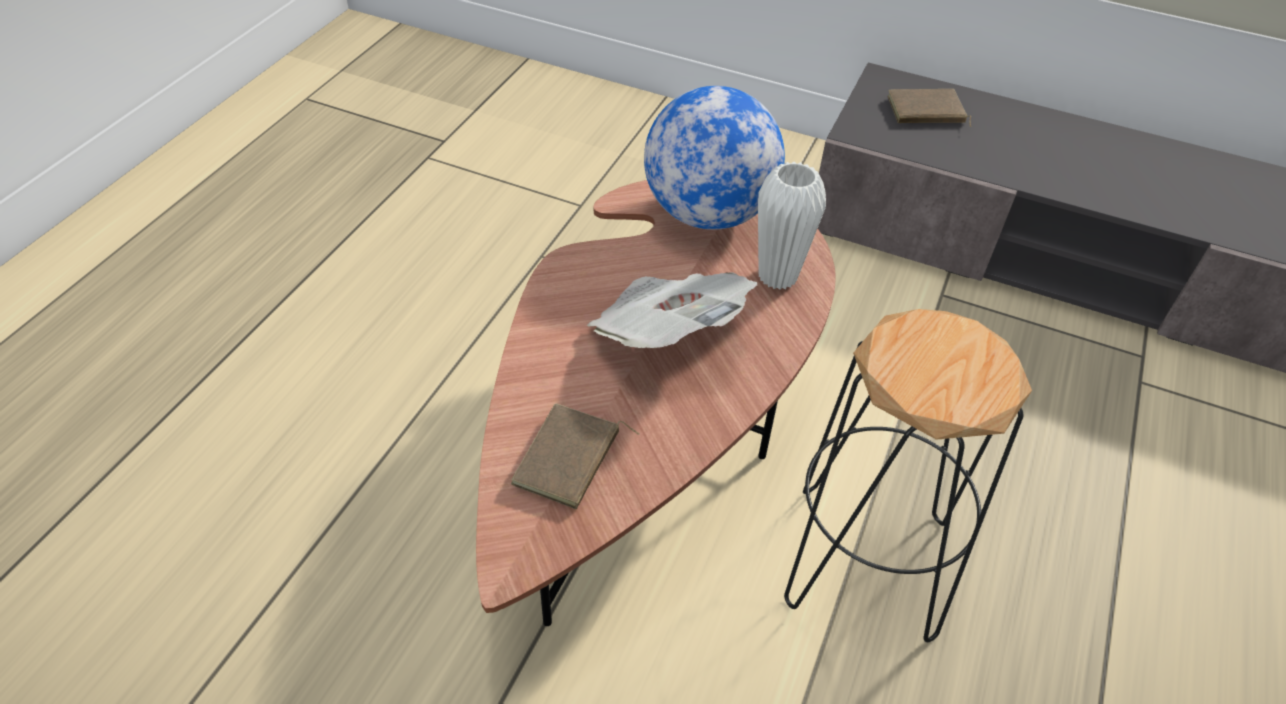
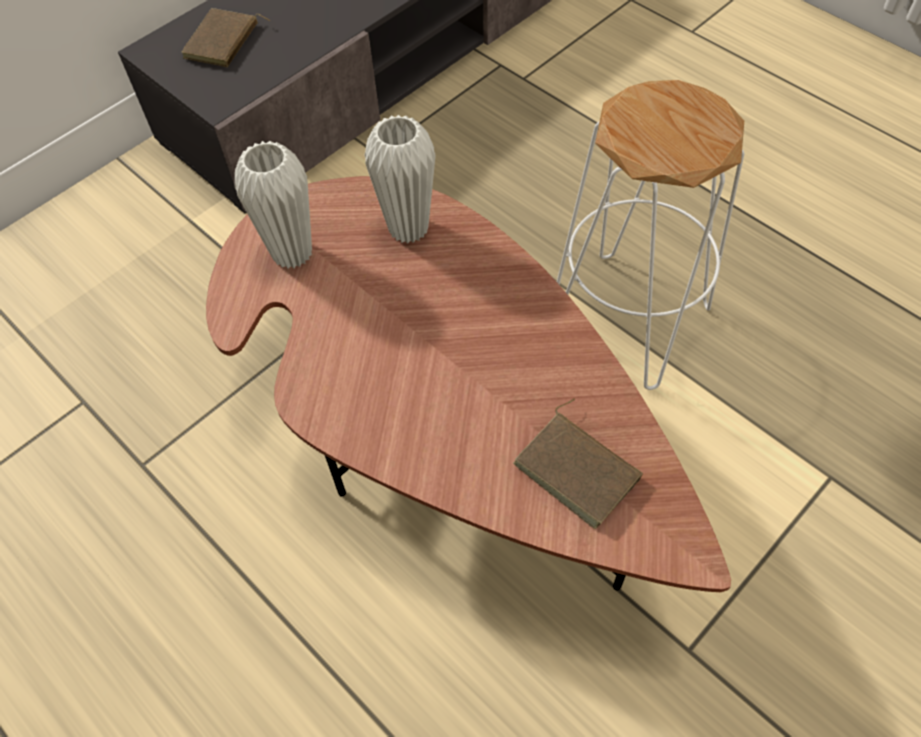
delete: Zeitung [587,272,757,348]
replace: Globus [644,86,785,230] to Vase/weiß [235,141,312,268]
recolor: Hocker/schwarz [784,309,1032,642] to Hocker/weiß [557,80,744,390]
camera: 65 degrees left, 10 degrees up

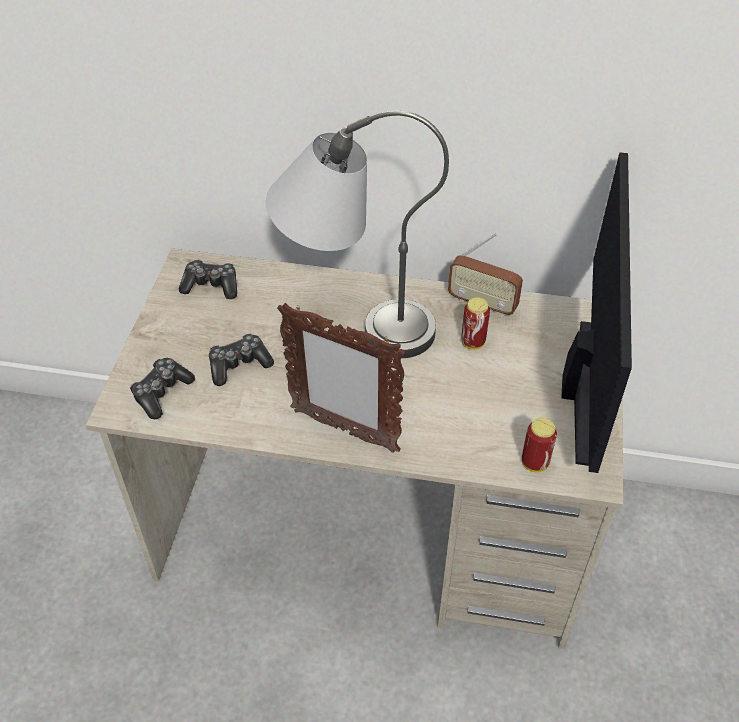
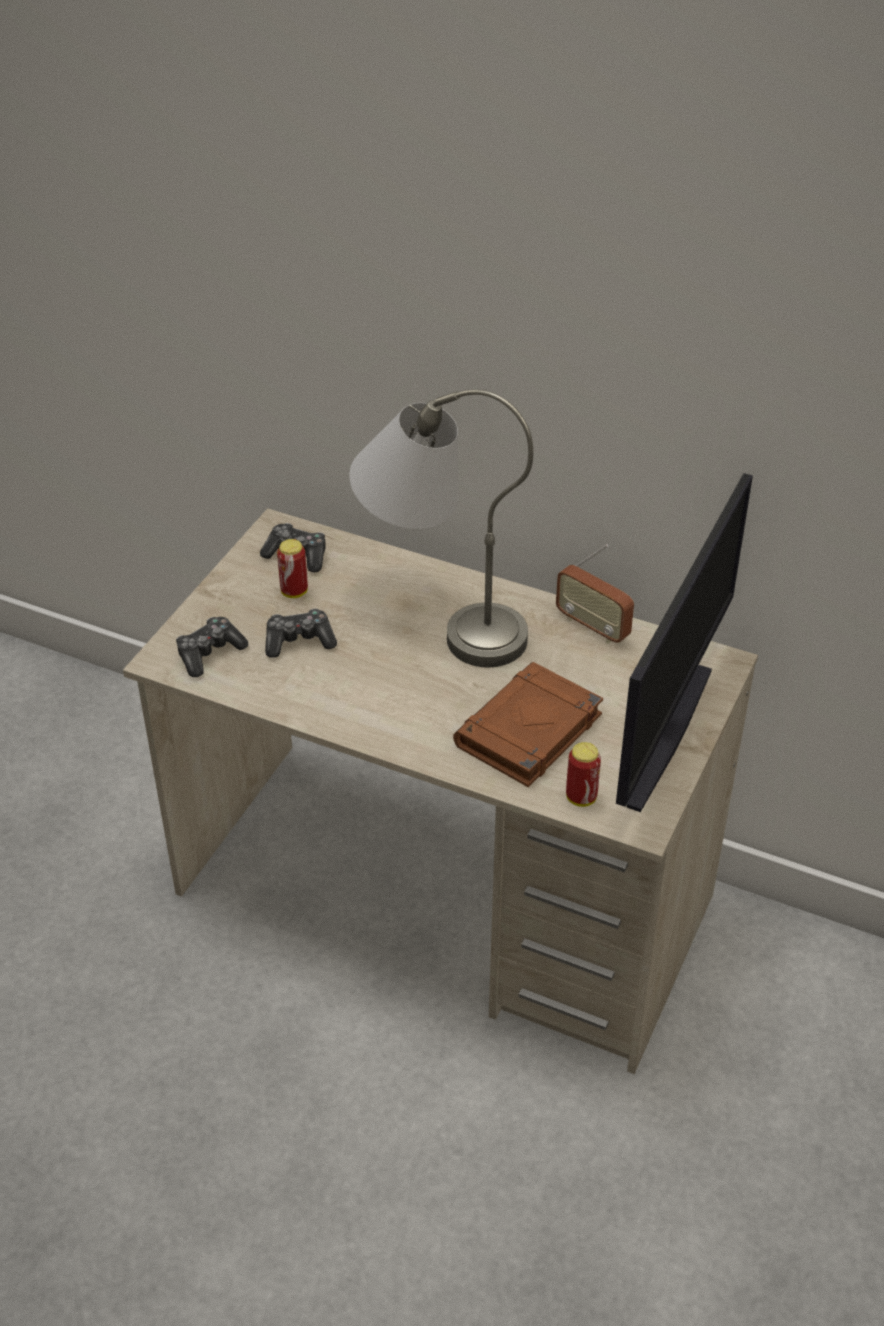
delete: Bilderrahmen [277,303,406,453]
insert: Buch/braun [453,662,603,787]
move: Dose [461,297,490,350] to [277,539,308,598]
camera: 15 degrees right, 5 degrees down

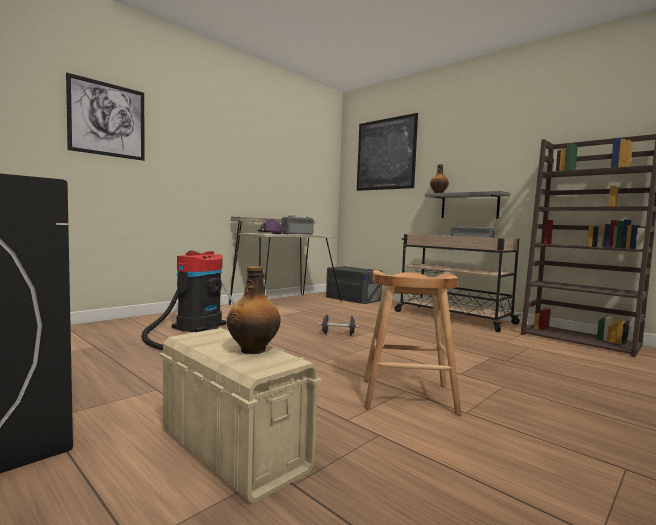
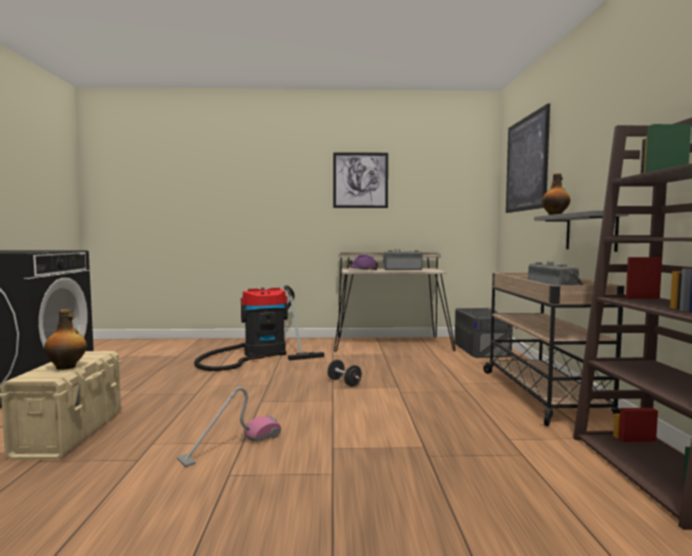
move: Bild [66,72,145,161] to [333,152,388,208]
replace: Hocker/braun [364,270,461,415] to Staubsauger [177,387,281,467]
camera: 45 degrees right, 0 degrees up

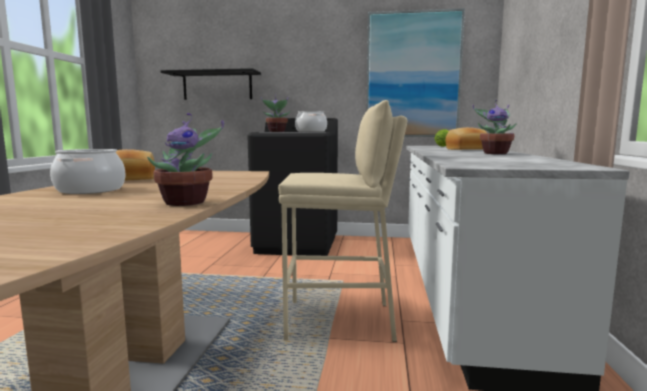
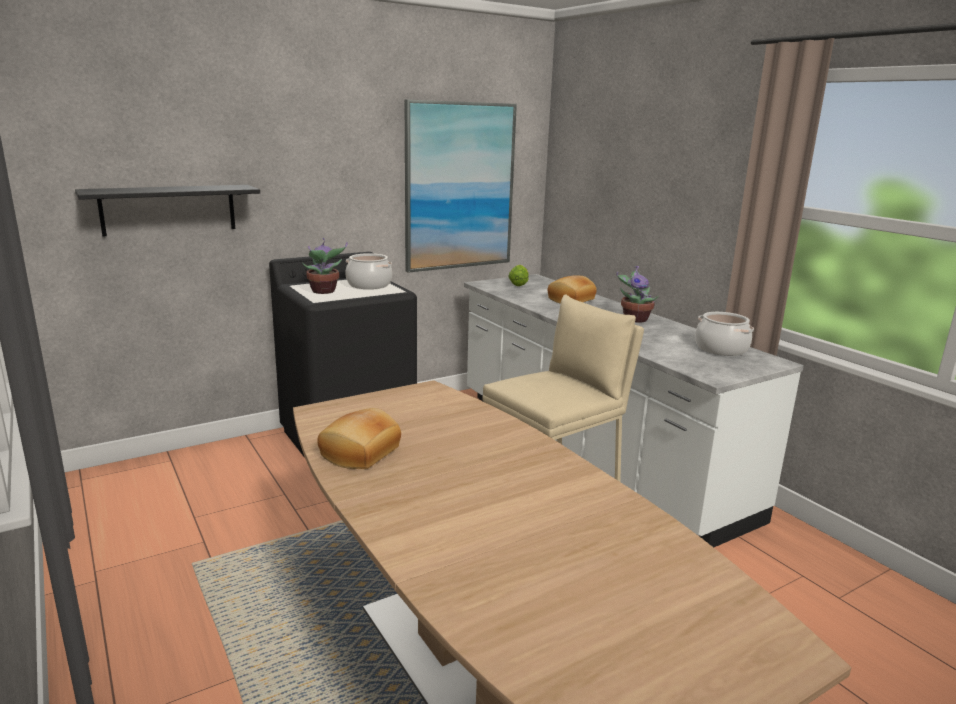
delete: Topfpflanze [147,113,224,206]
move: Kochtopf [50,149,125,194] to [695,312,754,356]
camera: 40 degrees left, 10 degrees up

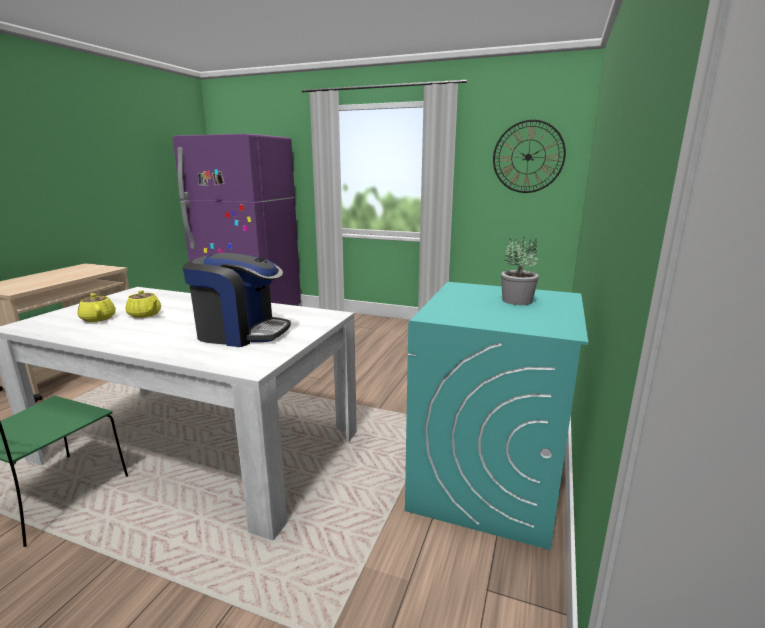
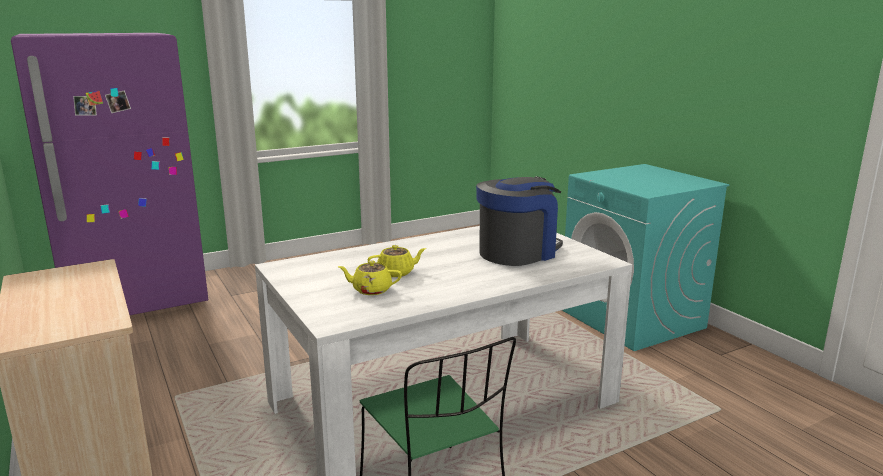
delete: Wanduhr [493,120,566,193]; Topfpflanze [501,236,539,305]
camera: 50 degrees left, 0 degrees up

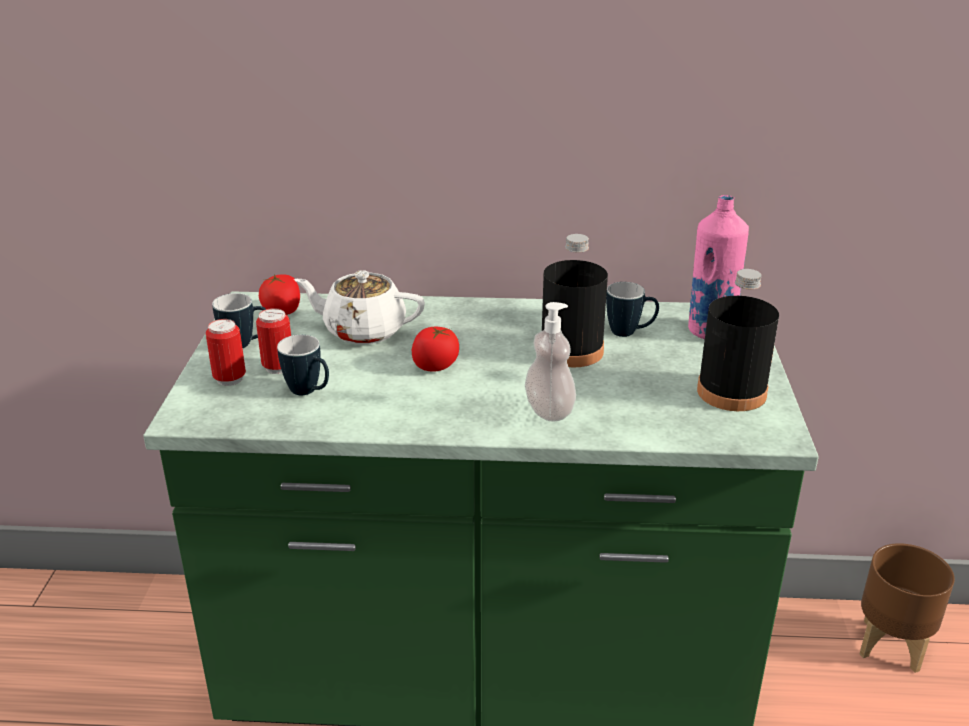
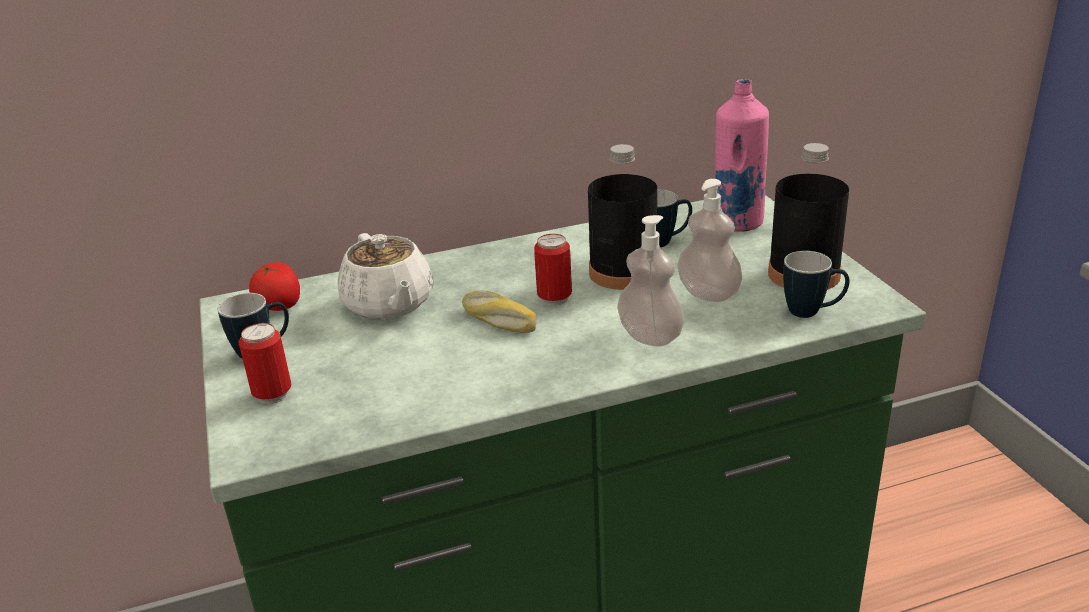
delete: Pflanzkübel/braun [859,543,955,673]
insert: Seifenspender [677,179,742,302]
move: Dose [256,308,291,374] to [534,234,572,306]; Henkelbecher [277,335,329,395] to [783,251,850,318]
replace: Tomate [412,327,459,372] to Brot [462,290,536,333]
rotate: Teekanne/weiß [294,270,425,344] = [338,233,434,320] 105 degrees counterclockwise
camera: 20 degrees left, 0 degrees up

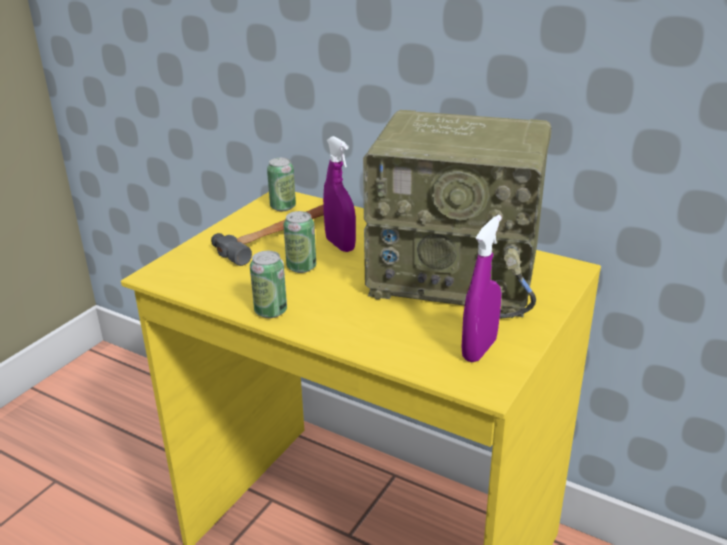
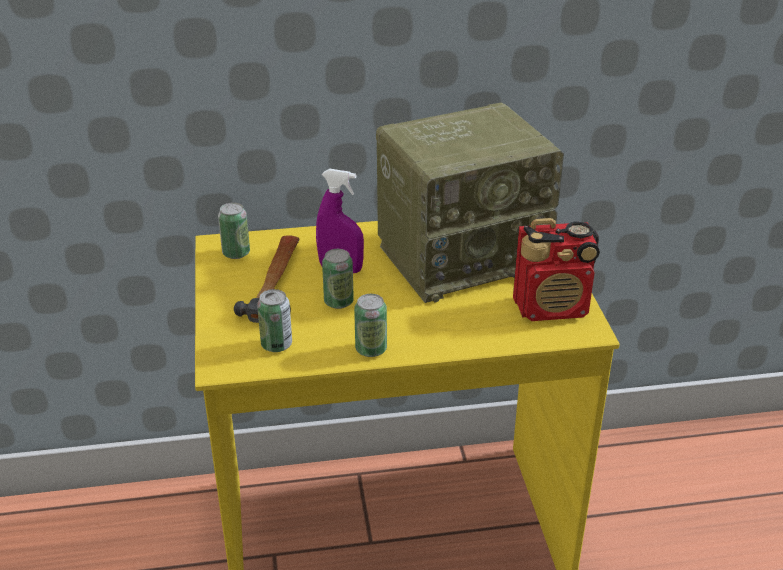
insert: Dose [257,289,292,352]
replace: Sprühflasche/lila [461,215,502,362] to Radio [513,218,600,321]
camera: 40 degrees left, 5 degrees up

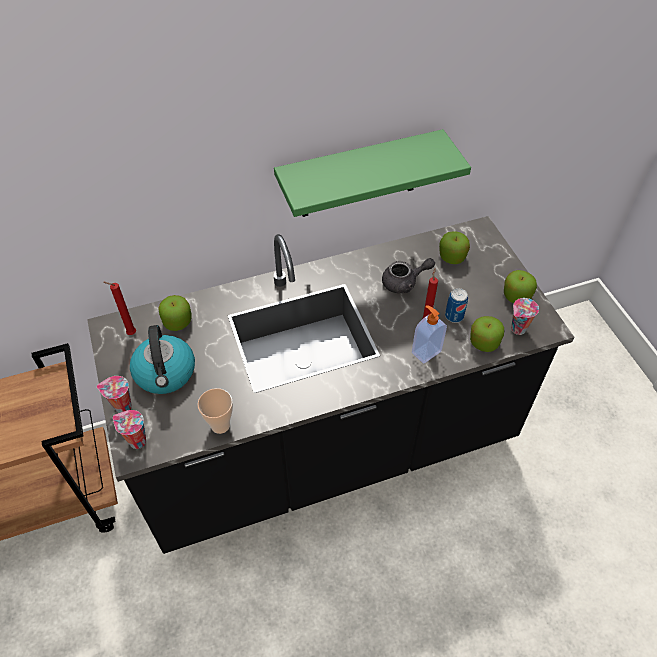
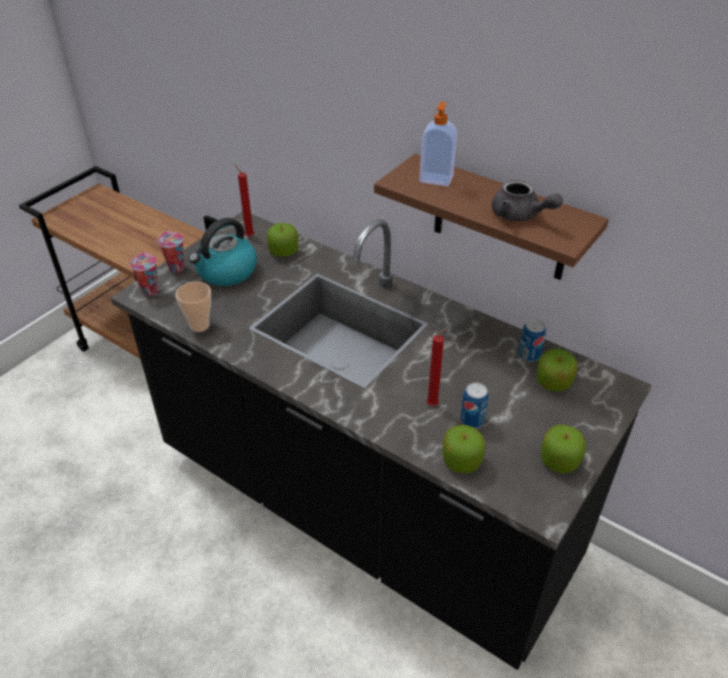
delete: Tasse [511,298,539,335]
insert: Dose [518,319,546,362]
move: Teekanne/grau [382,258,435,293] to [492,179,563,221]; Seifenspender [412,305,447,364] to [419,102,457,186]
recolor: Wandregal/grün [274,129,471,217] to Wandregal/braun [374,154,609,280]
camera: 55 degrees right, 10 degrees down

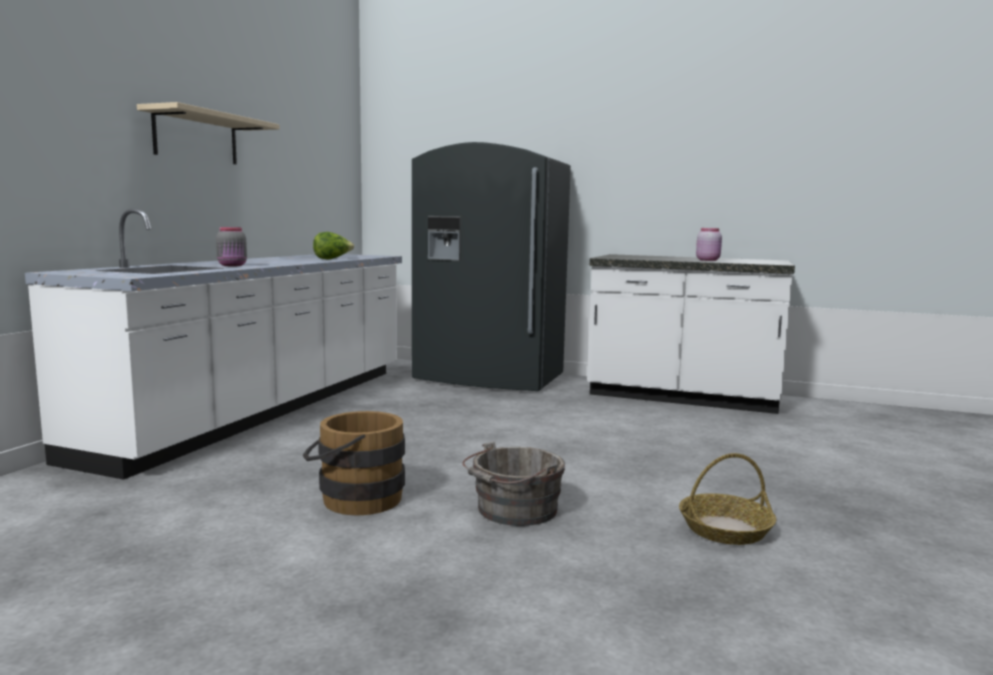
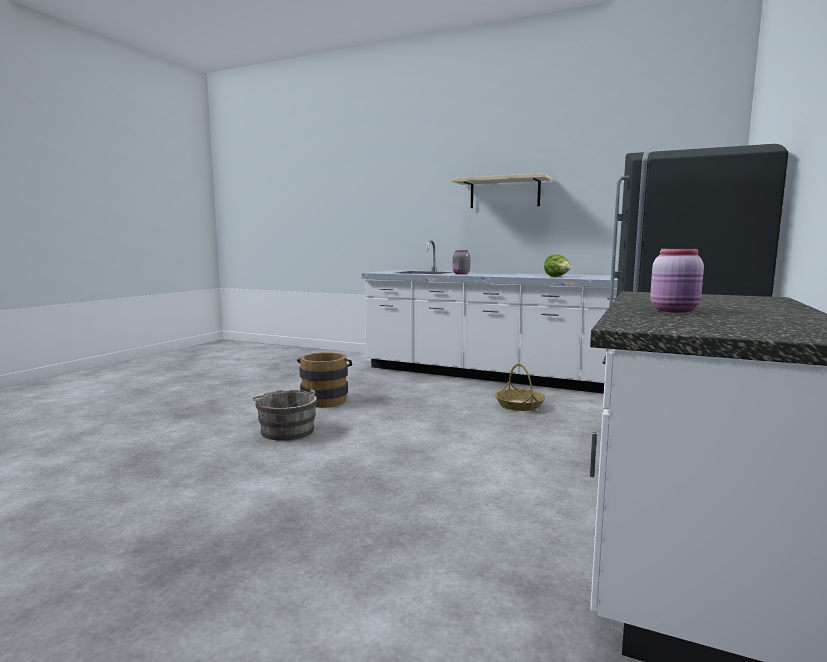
move: Korb [679,453,776,545] to [495,364,545,411]
camera: 95 degrees right, 0 degrees up

